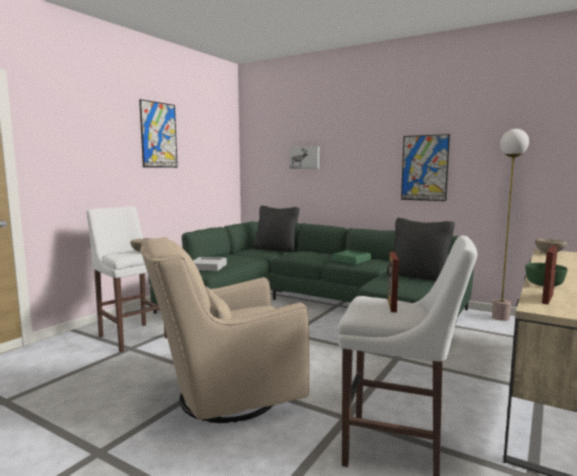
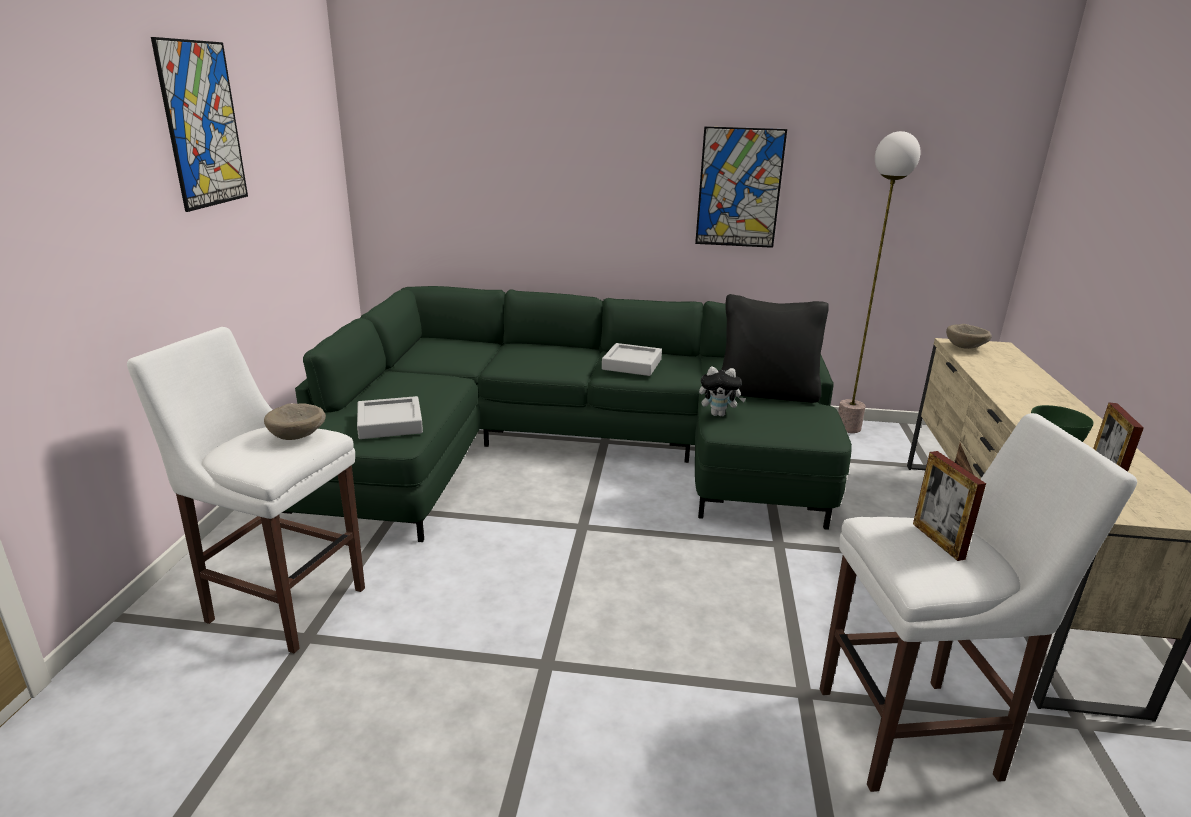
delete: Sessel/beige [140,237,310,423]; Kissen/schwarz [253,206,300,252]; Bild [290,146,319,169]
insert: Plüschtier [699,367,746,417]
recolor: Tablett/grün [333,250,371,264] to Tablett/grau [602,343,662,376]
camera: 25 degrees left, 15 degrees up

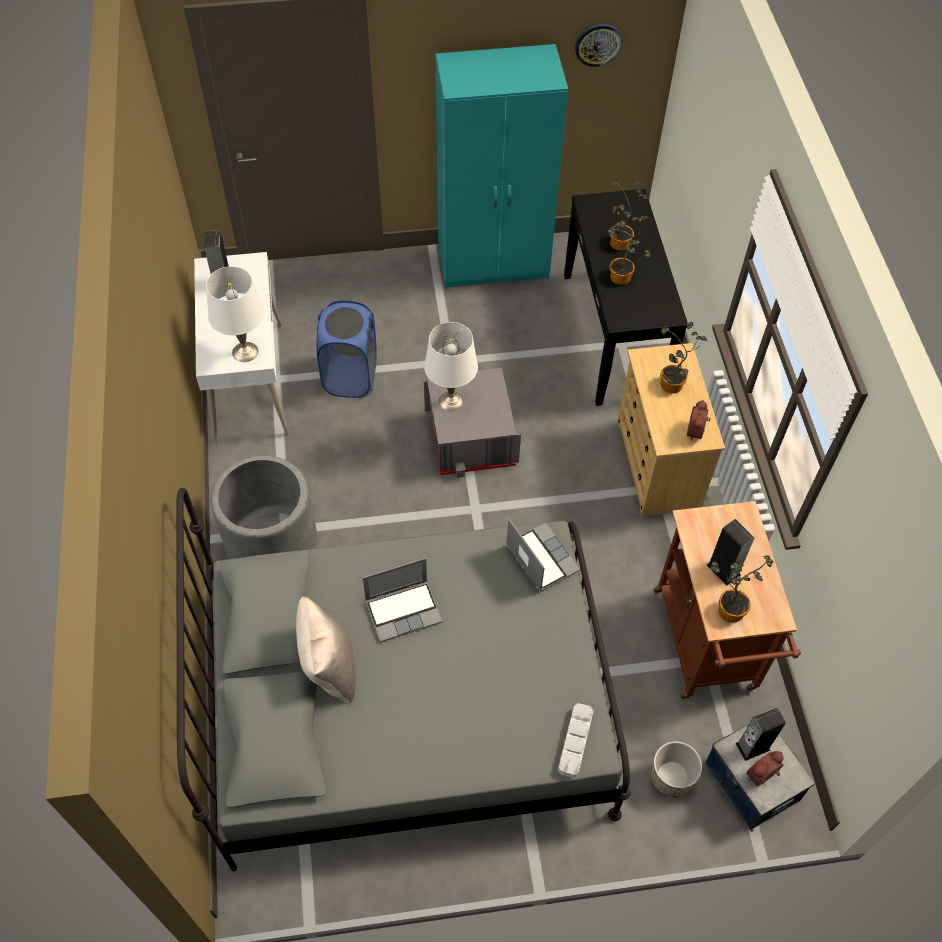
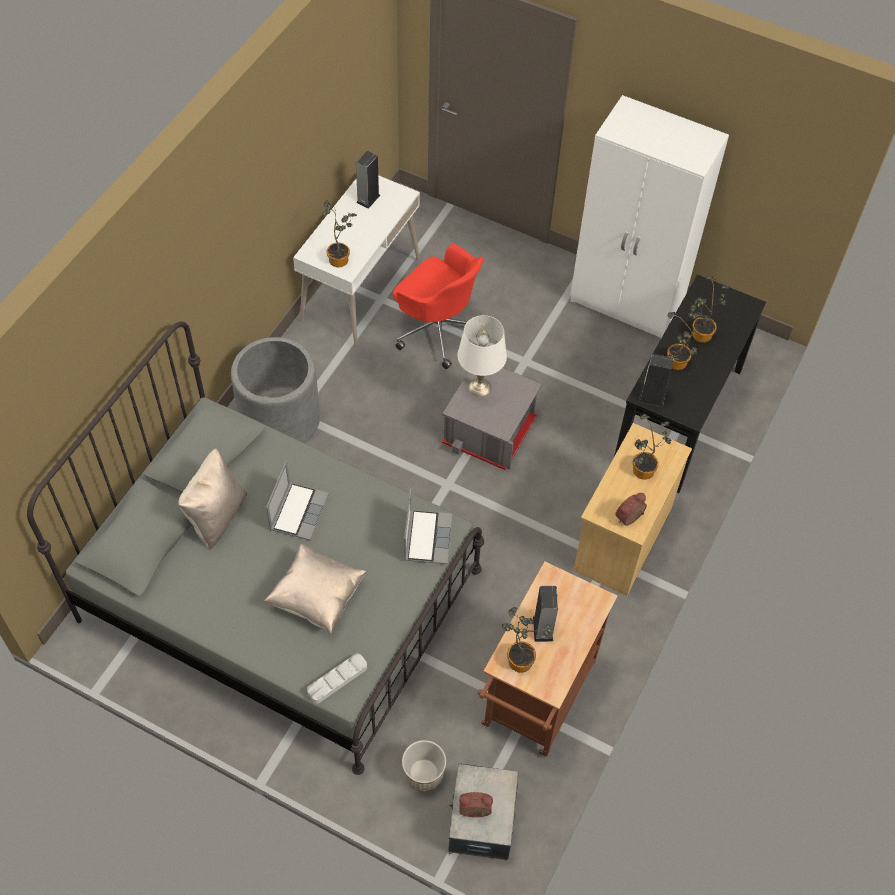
delete: Wanduhr [575,24,622,67]
insert: Kissen/beige [264,543,367,634]
move: Lautsprecher [735,708,786,761] to [639,354,673,407]
replace: Tischlampe/weiß [206,266,264,362] to Topfpflanze [322,200,357,267]; Wäschekorb/blau [317,301,376,398] to Bürostuhl/rot [393,244,483,369]
recolor: Kleiderschrank/türkis [435,44,568,288] to Kleiderschrank/weiß [570,95,729,339]
rotate: Laptop [363,558,442,642] = [266,460,329,541] 90 degrees counterclockwise
camera: 35 degrees right, 0 degrees up

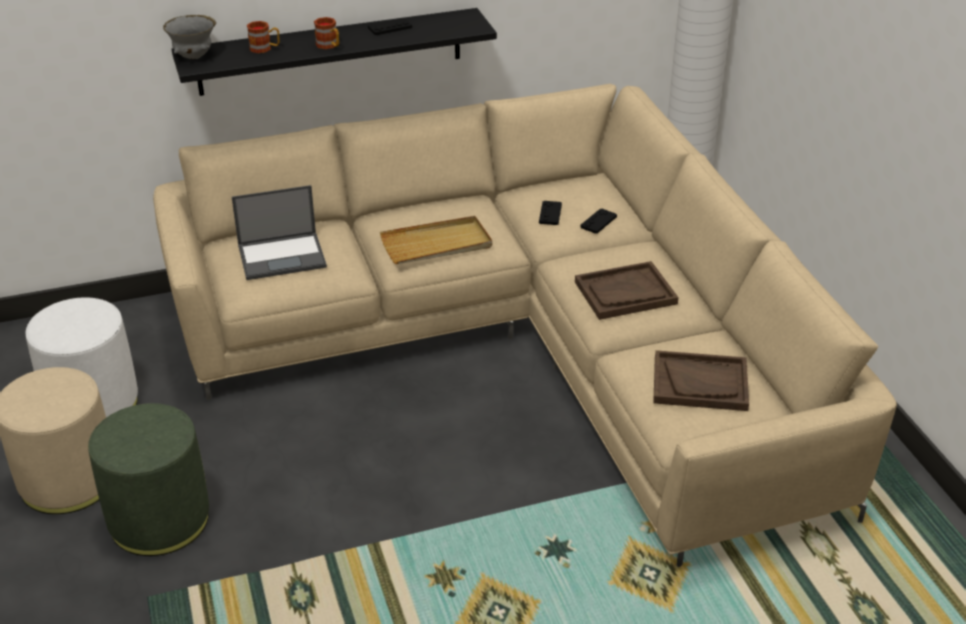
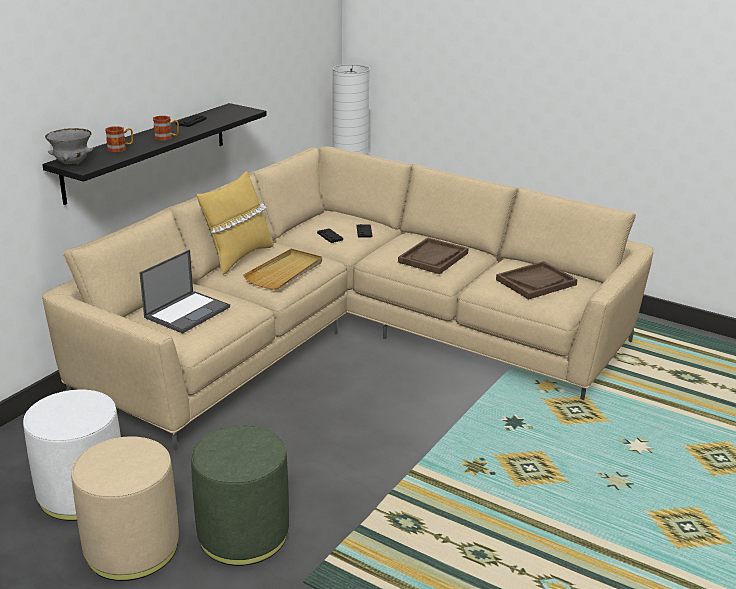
insert: Kissen/gelb [197,171,274,275]
camera: 40 degrees left, 10 degrees down

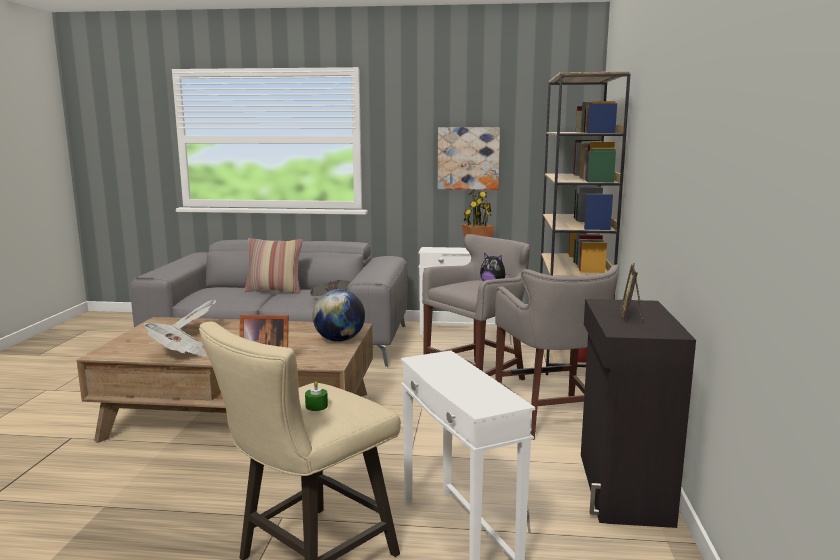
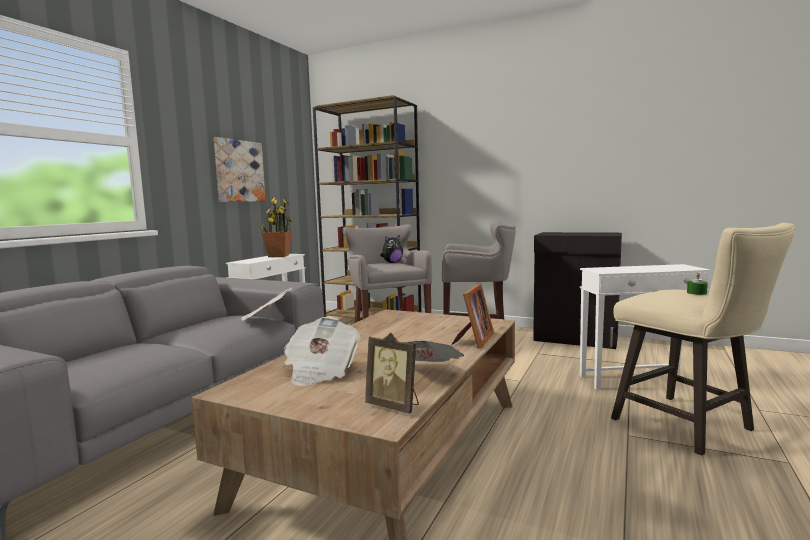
delete: Kissen [244,238,303,294]; Globus [312,289,365,342]
move: Bilderrahmen [621,264,644,321] to [365,333,419,414]
camera: 70 degrees left, 5 degrees down

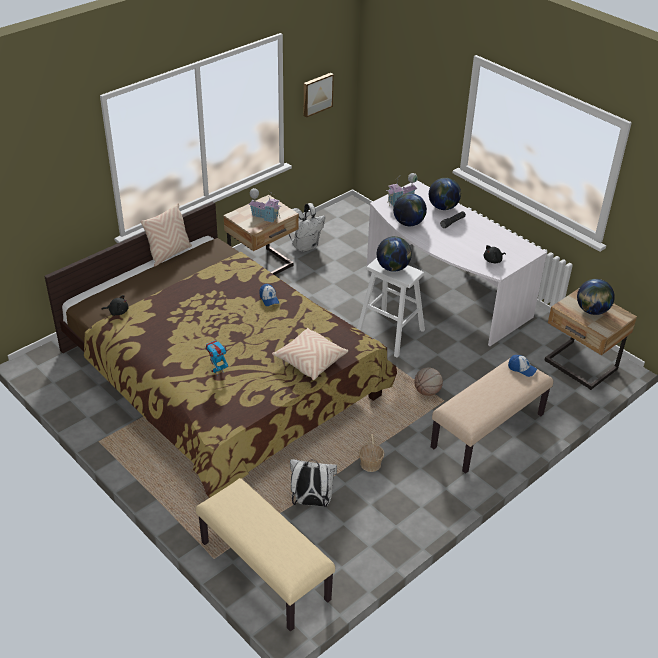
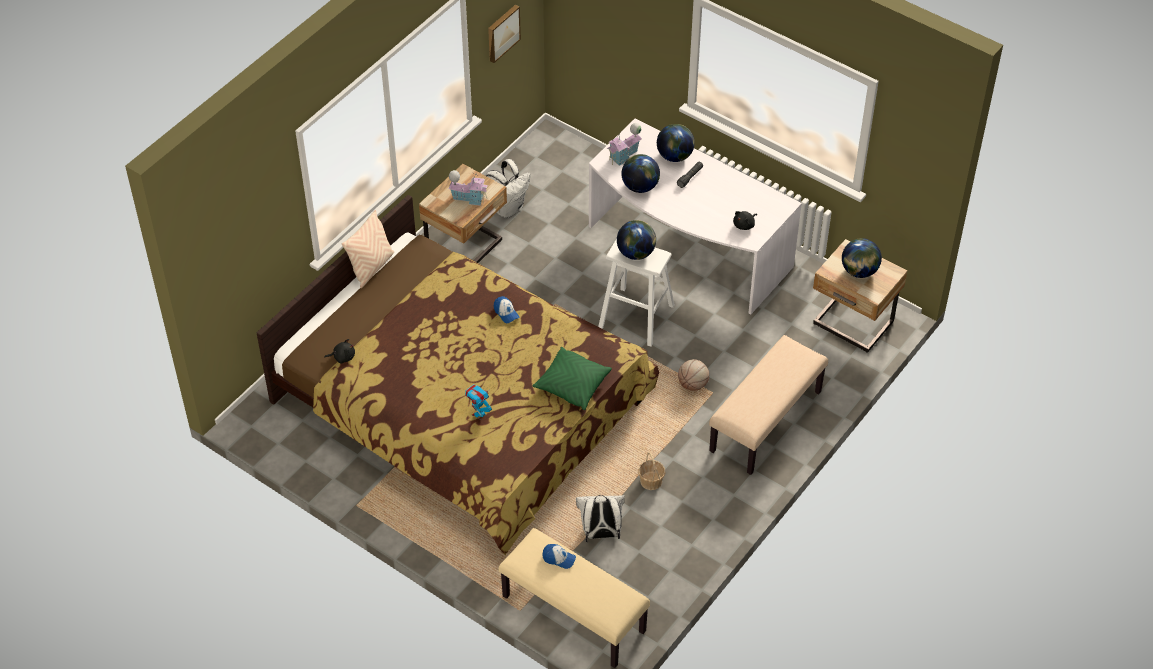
move: Kappe [508,355,537,377] to [542,544,576,569]
recolor: Kissen/beige [272,328,348,380] to Kissen/grün [532,347,612,410]
camera: 10 degrees left, 10 degrees up

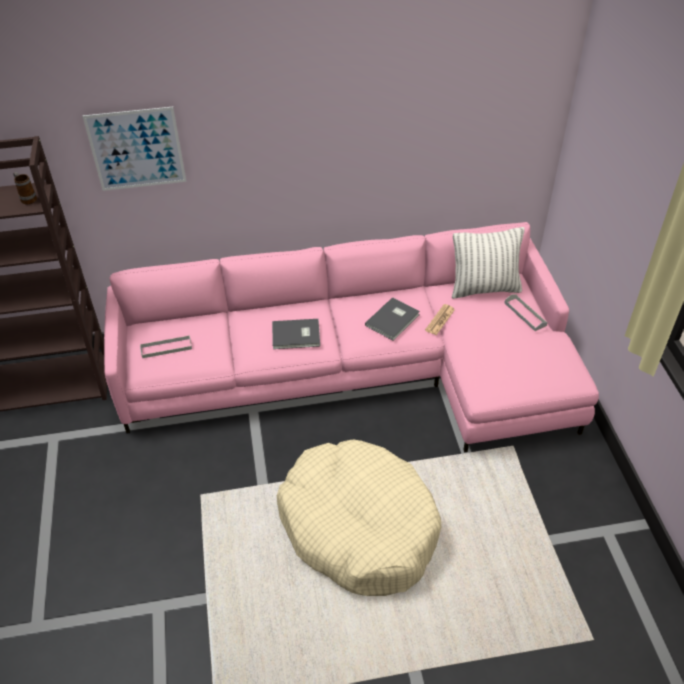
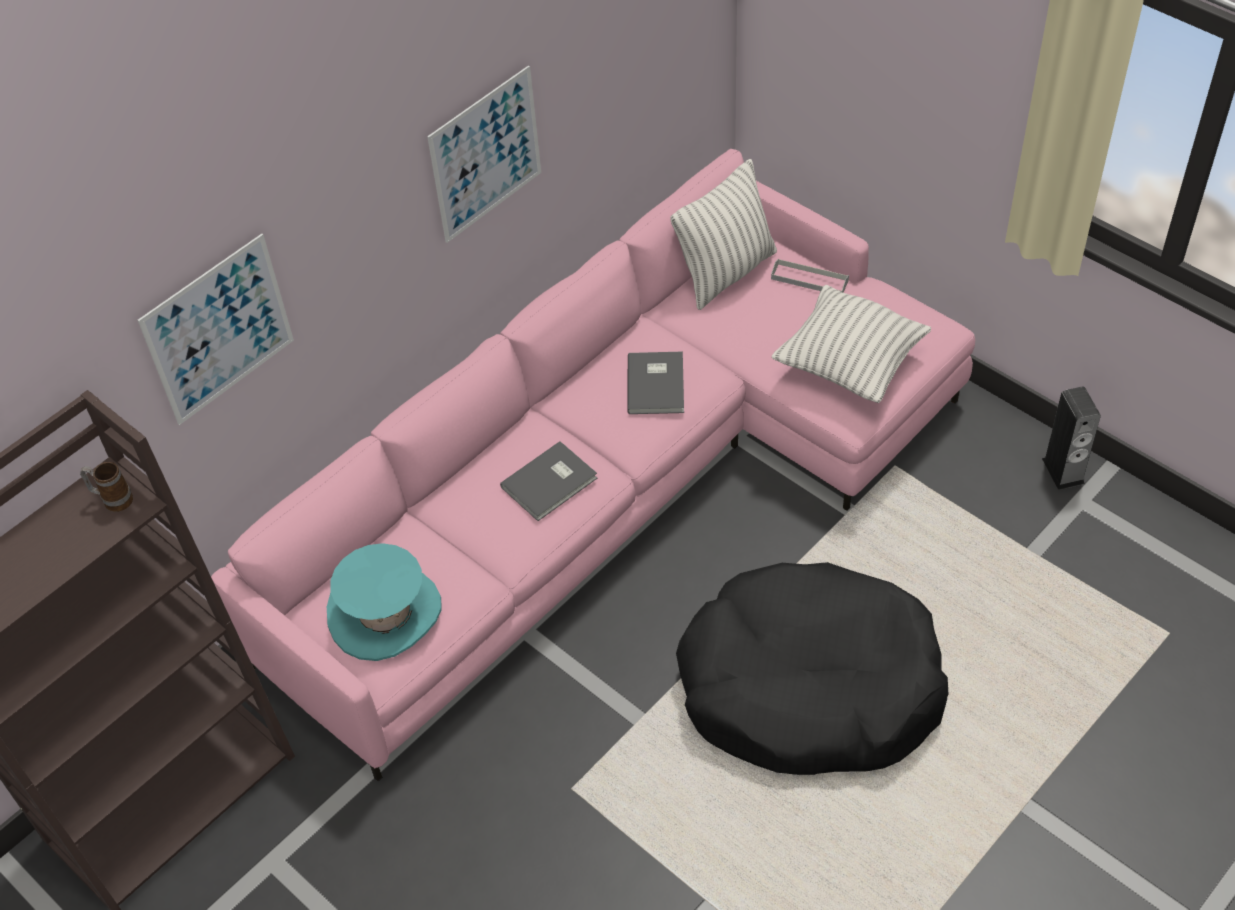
delete: Zeitung [425,304,455,335]
insert: Bild [427,65,541,243]; Kissen [771,285,931,403]; Lautsprecher [1042,386,1101,490]
replace: Tablett/grau [140,335,192,358] to Hut/türkis [327,543,442,661]
recolor: Hundebett/beige [277,439,442,596] to Hundebett/schwarz [676,562,948,775]
camera: 35 degrees left, 5 degrees up

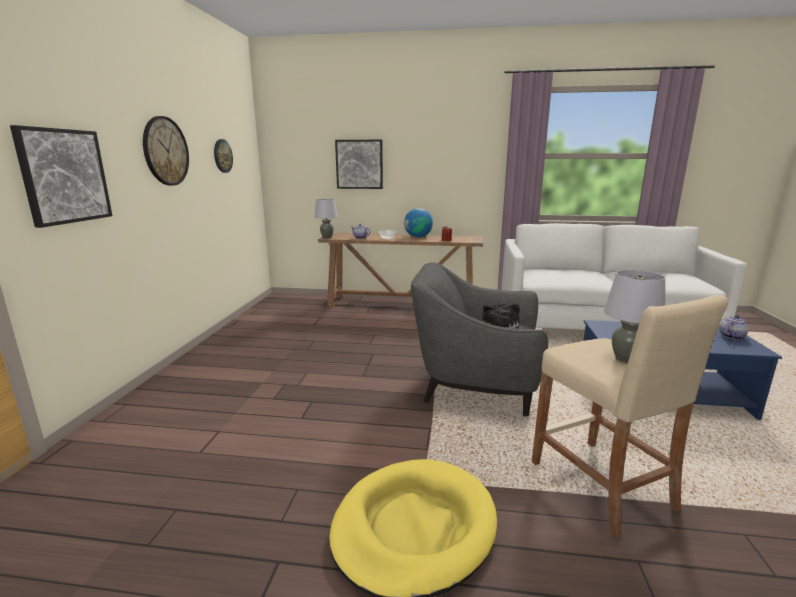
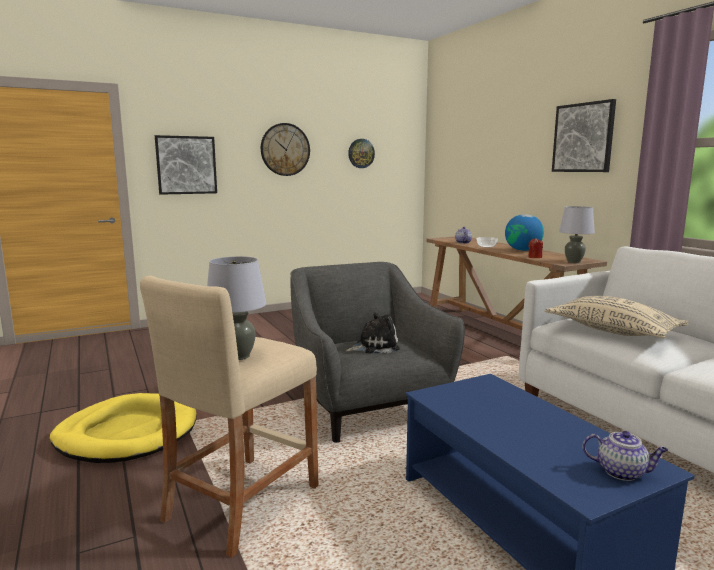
insert: Kissen/beige [545,296,689,338]
move: Tischlampe/grau [315,199,338,239] to [559,206,595,263]; Bild [335,140,383,189] to [552,99,616,172]
camera: 55 degrees right, 5 degrees down

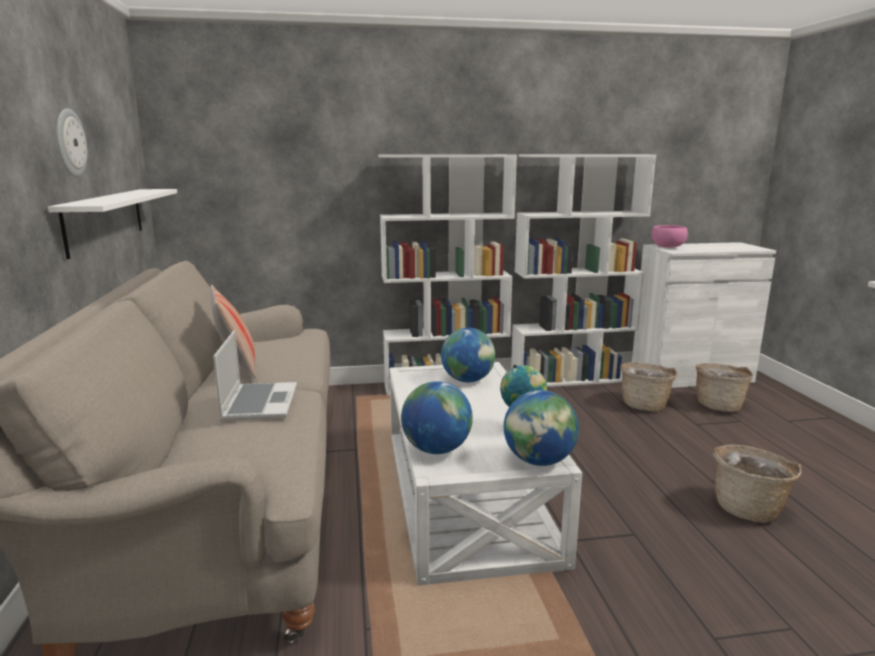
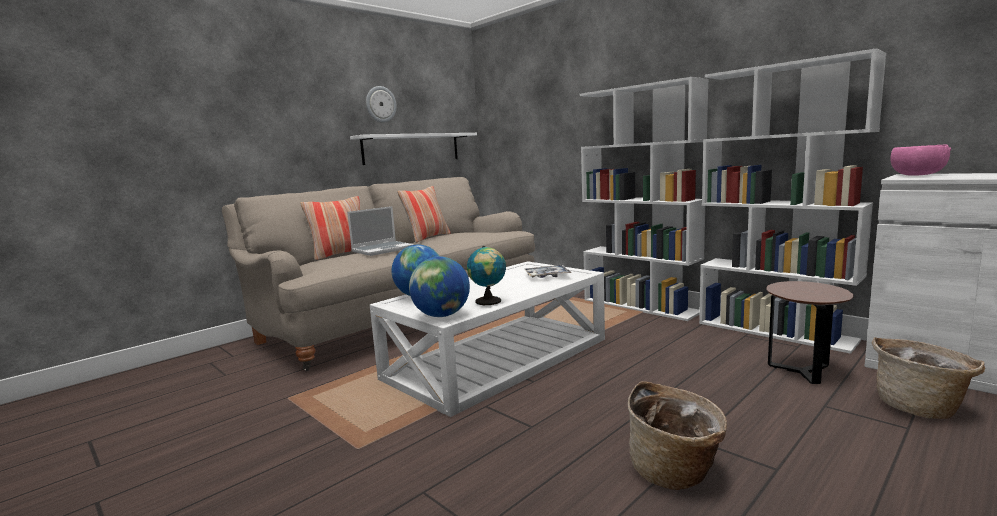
insert: Kissen [301,196,360,260]
replace: Globus [441,328,495,382] to Tablett [525,265,571,278]; Korb [620,362,677,411] to Beistelltisch/braun [766,281,854,384]
camera: 55 degrees right, 5 degrees down

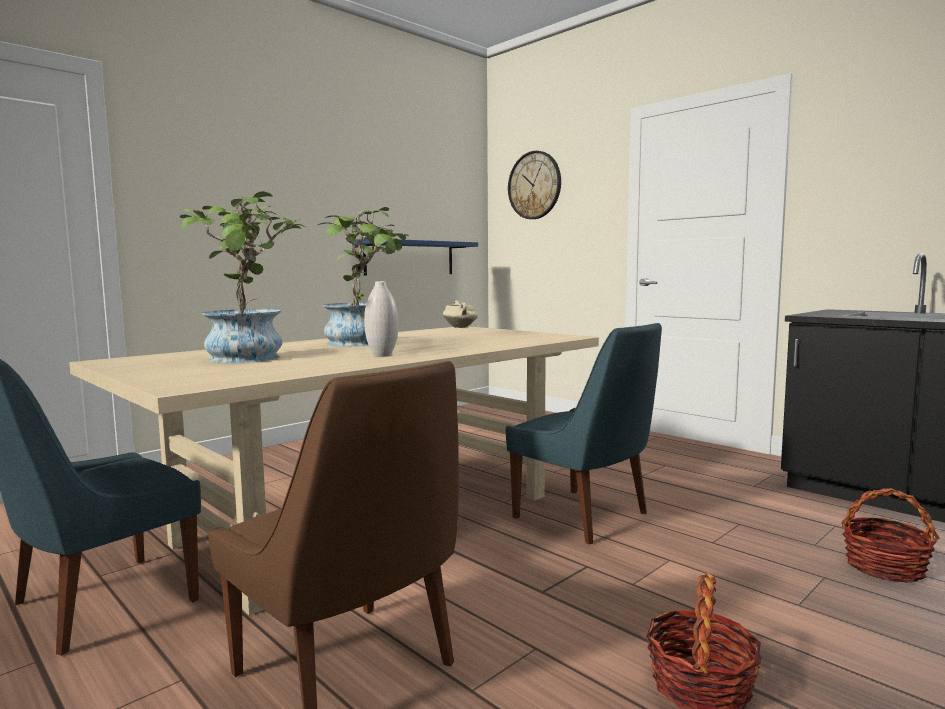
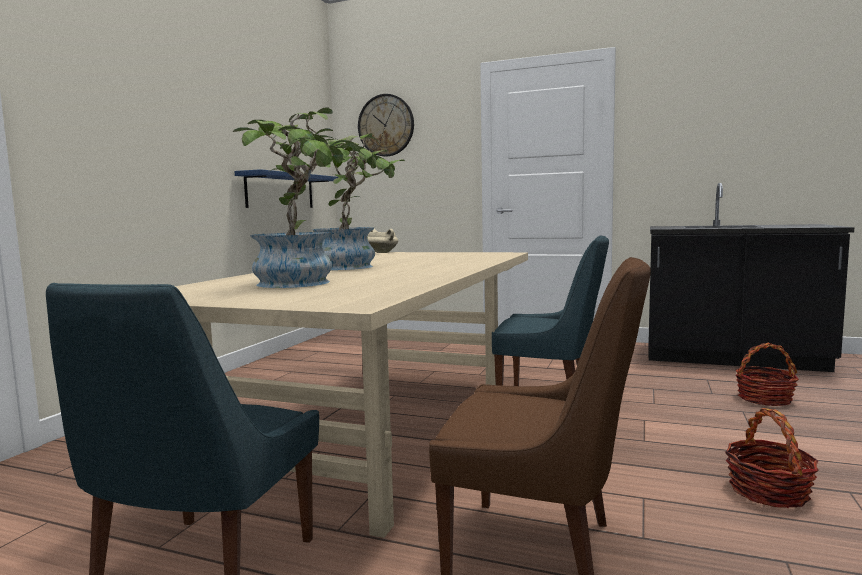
delete: Vase/weiß [364,281,398,357]
camera: 25 degrees left, 0 degrees up

